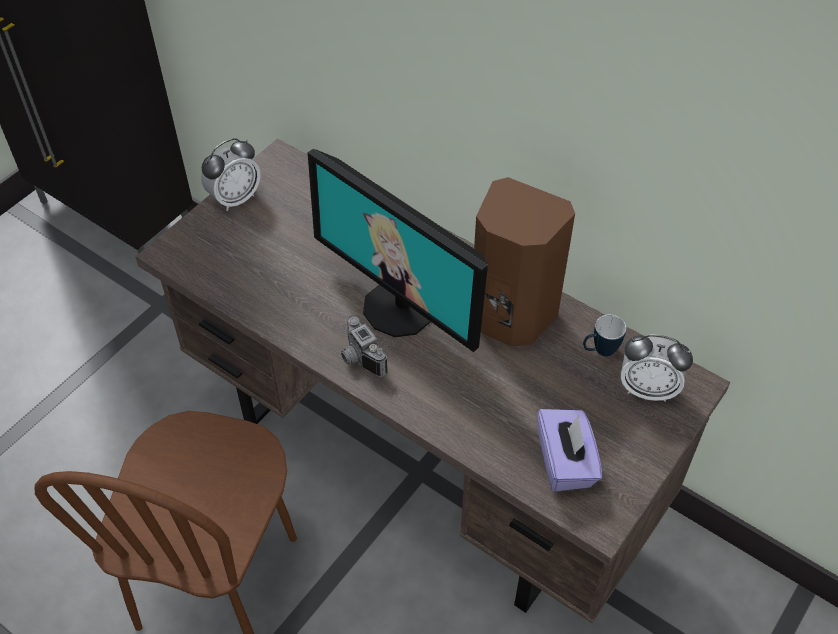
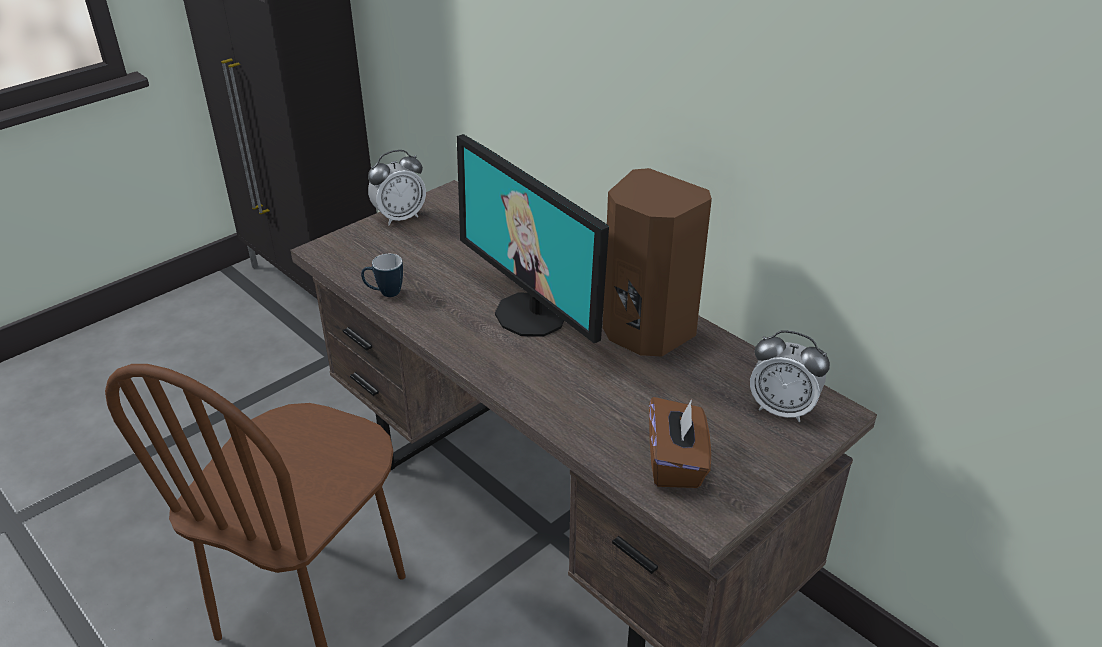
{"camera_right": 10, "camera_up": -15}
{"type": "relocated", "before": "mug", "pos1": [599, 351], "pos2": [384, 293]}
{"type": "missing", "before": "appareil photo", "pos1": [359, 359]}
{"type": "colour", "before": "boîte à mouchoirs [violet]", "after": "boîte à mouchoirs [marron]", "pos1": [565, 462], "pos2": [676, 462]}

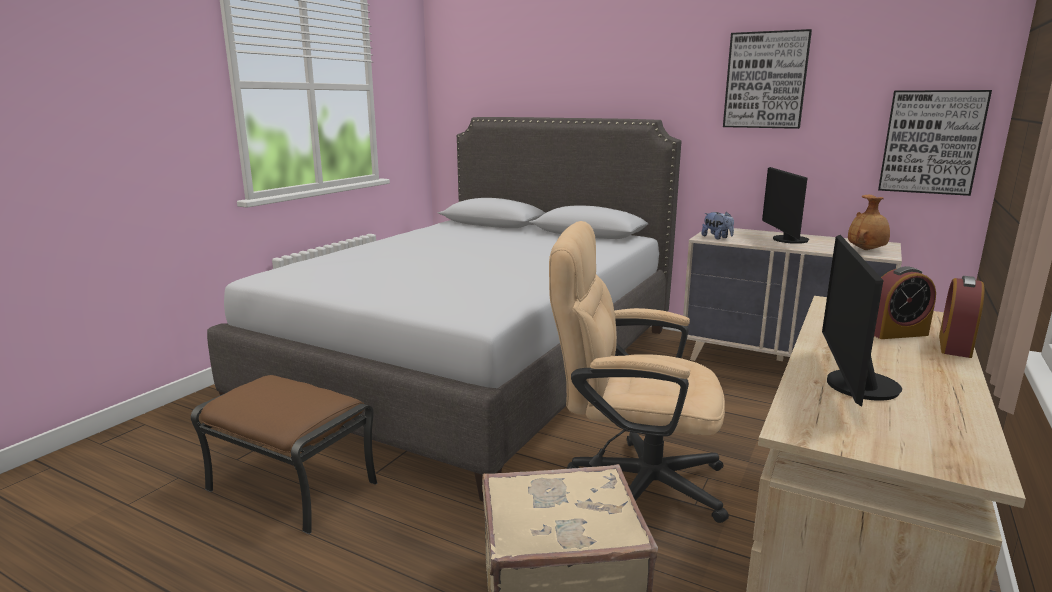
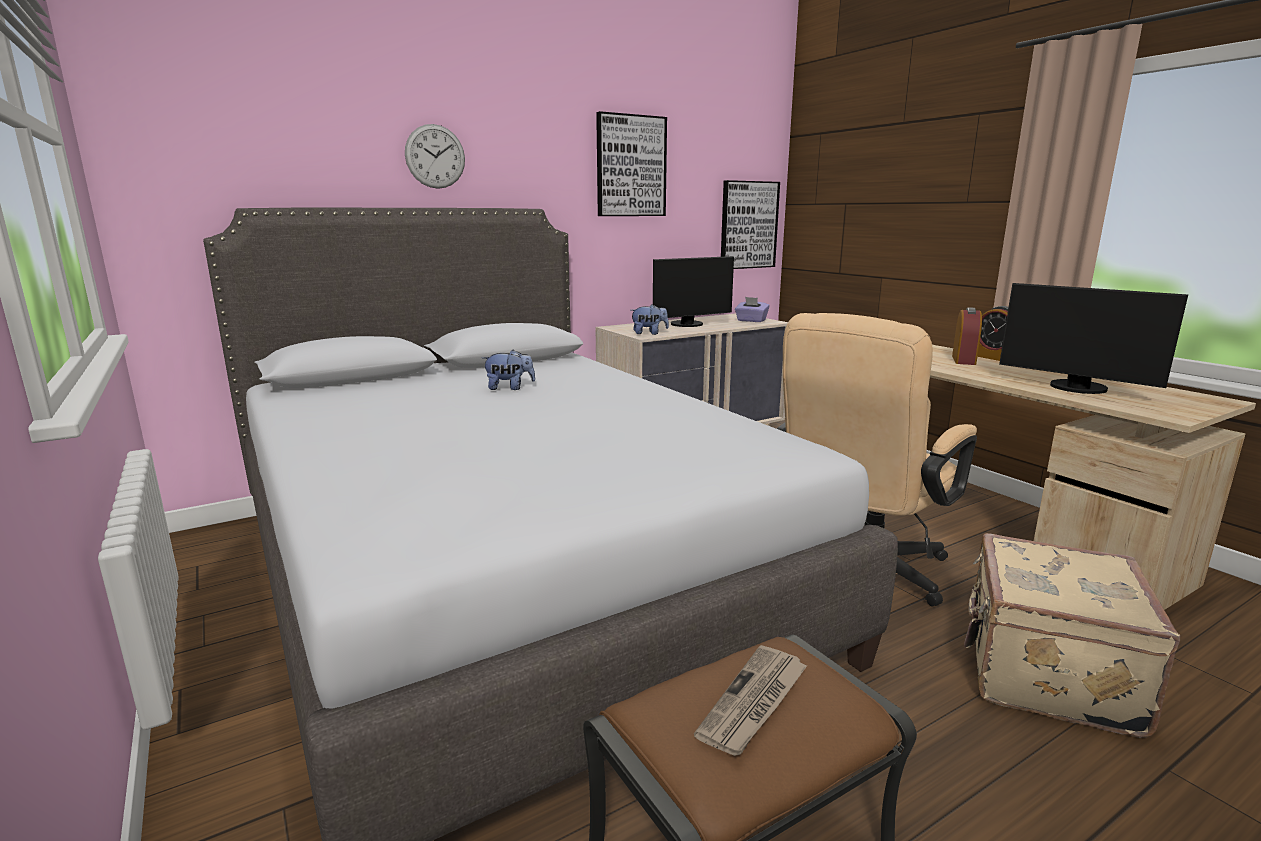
{"camera_right": -60, "camera_up": 0}
{"type": "spun", "before": "écran d'ordinateur", "pos1": [786, 240], "pos2": [689, 324], "turn": -60}
{"type": "exchanged", "before": "vase [marron]", "after": "boîte à mouchoirs [violet]", "pos1": [867, 250], "pos2": [751, 320]}
{"type": "appeared", "after": "horloge murale", "pos2": [435, 156]}
{"type": "appeared", "after": "peluche", "pos2": [509, 388]}
{"type": "appeared", "after": "journal", "pos2": [754, 702]}

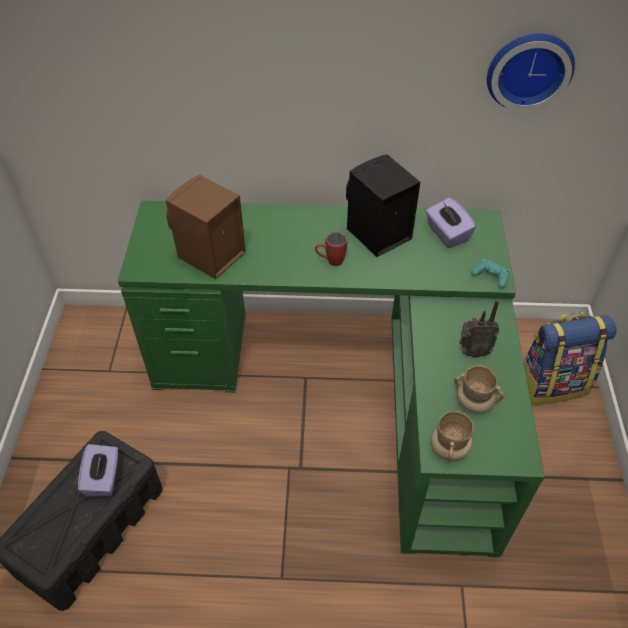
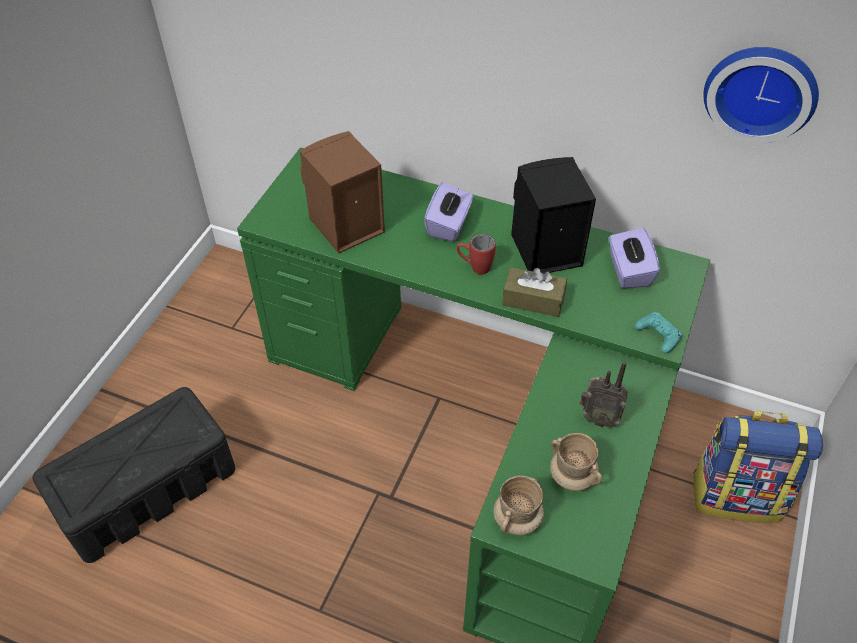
{"camera_right": 20, "camera_up": 0}
{"type": "relocated", "before": "boîte à mouchoirs [violet]", "pos1": [103, 478], "pos2": [449, 225]}
{"type": "appeared", "after": "boîte à mouchoirs [marron]", "pos2": [533, 300]}

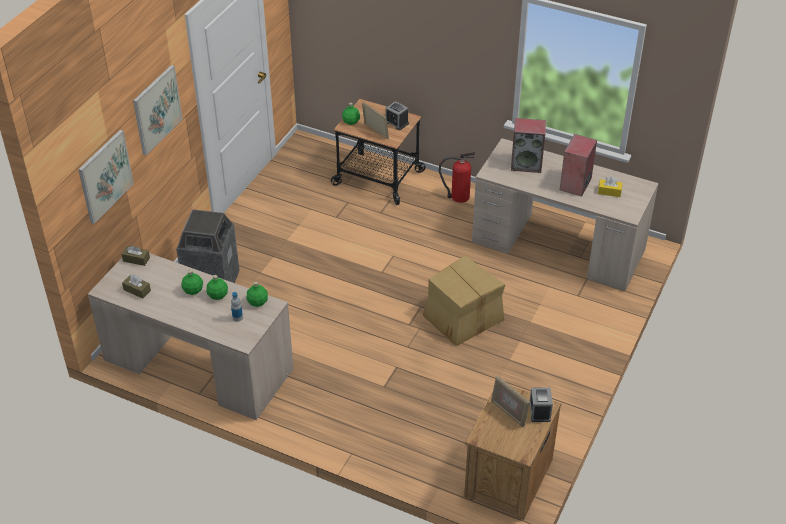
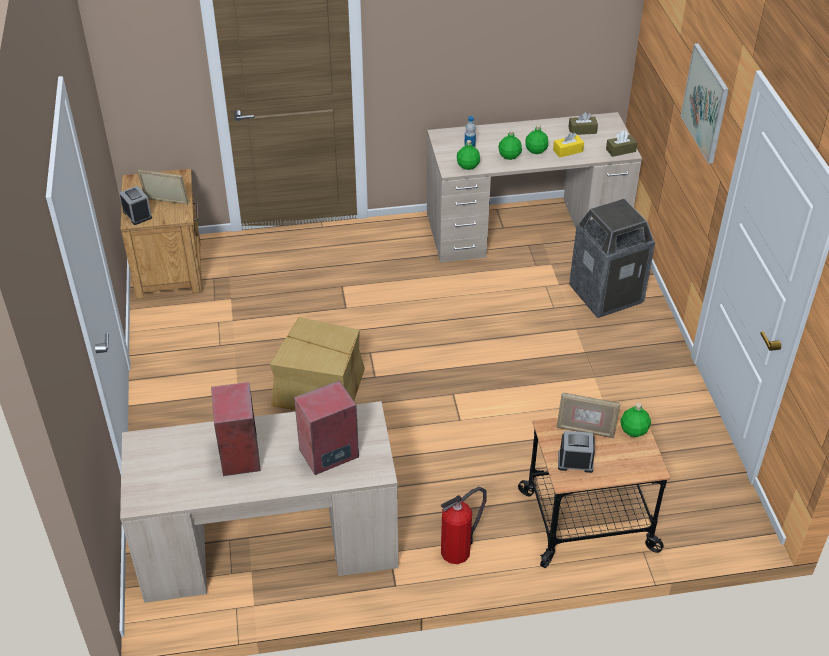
{"camera_right": 145, "camera_up": 0}
{"type": "missing", "before": "tableau", "pos1": [105, 176]}
{"type": "relocated", "before": "boîte à mouchoirs [jaune]", "pos1": [609, 192], "pos2": [568, 151]}

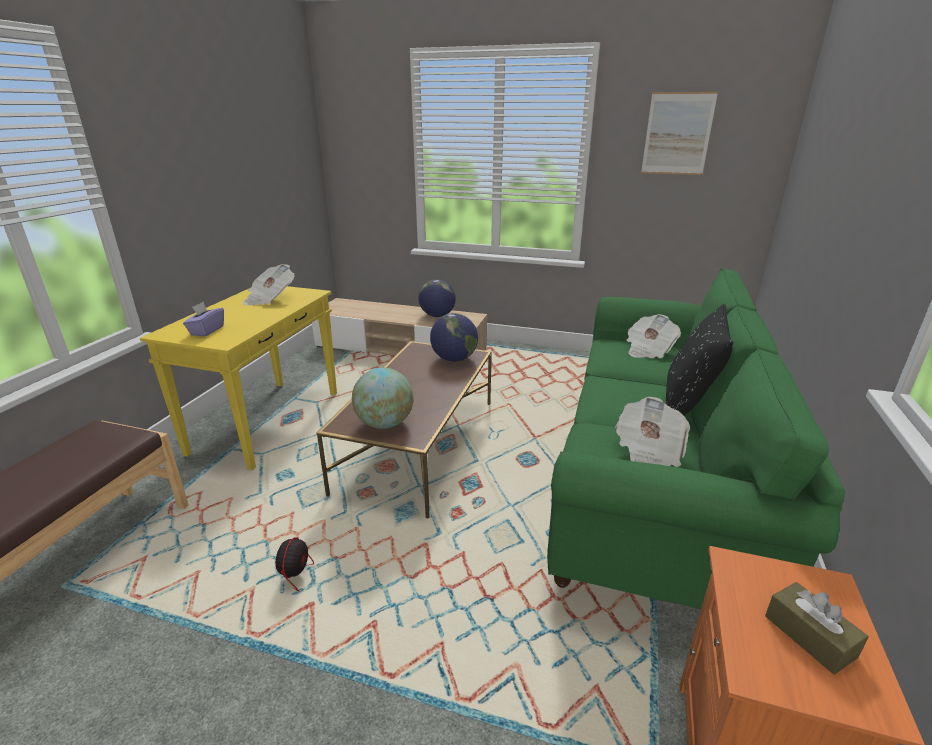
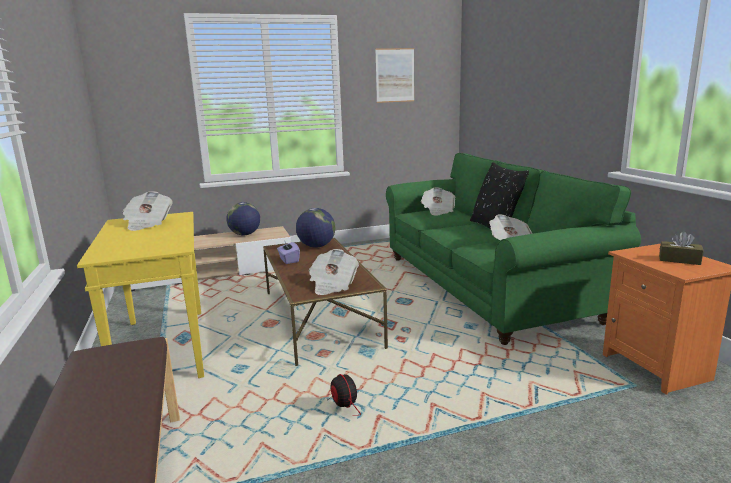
{"camera_right": -35, "camera_up": -10}
{"type": "relocated", "before": "boîte à mouchoirs [violet]", "pos1": [207, 331], "pos2": [288, 260]}
{"type": "exchanged", "before": "globe", "after": "journal", "pos1": [384, 424], "pos2": [332, 285]}

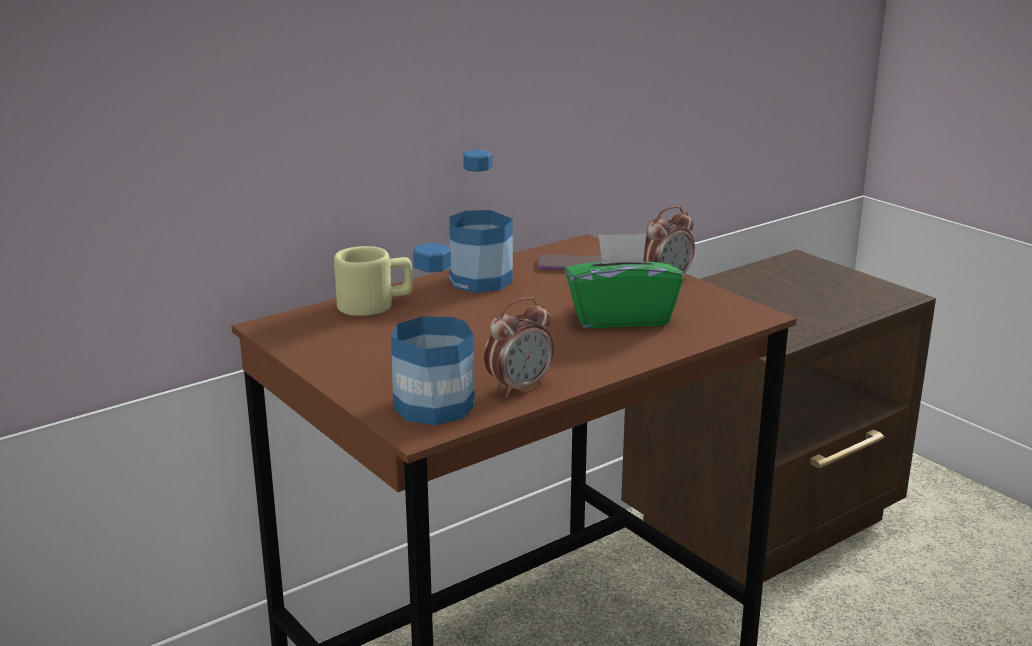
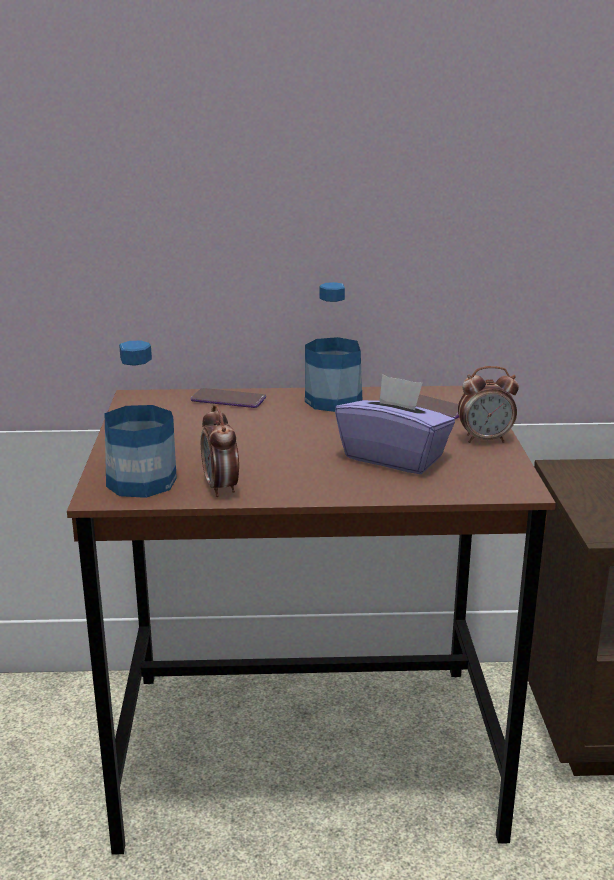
{"camera_right": 35, "camera_up": 0}
{"type": "colour", "before": "boîte à mouchoirs [vert]", "after": "boîte à mouchoirs [violet]", "pos1": [620, 317], "pos2": [394, 458]}
{"type": "exchanged", "before": "mug [beige]", "after": "téléphone", "pos1": [375, 305], "pos2": [228, 399]}
{"type": "spun", "before": "réveil", "pos1": [519, 387], "pos2": [221, 488], "turn": 75}

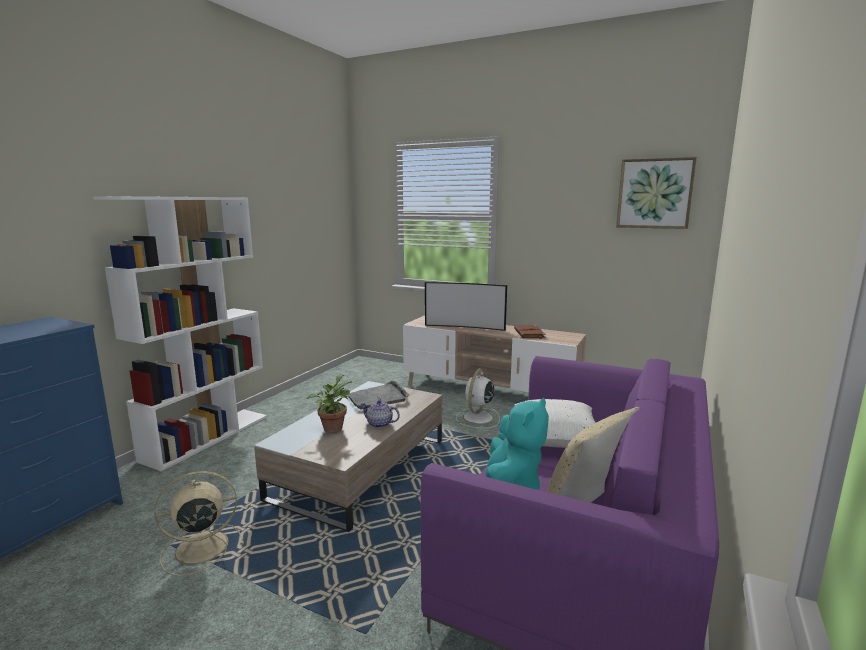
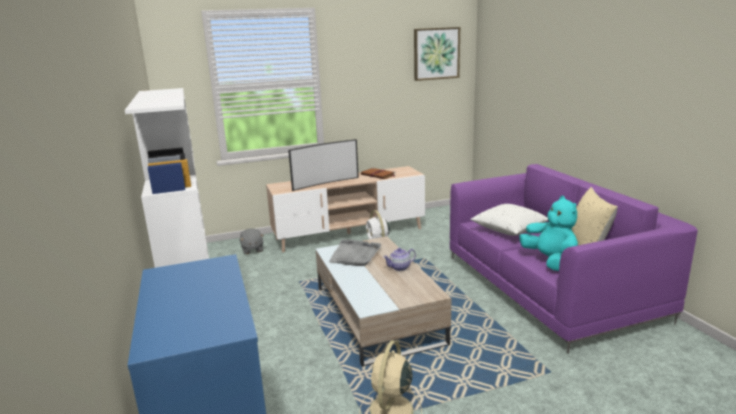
{"camera_right": -45, "camera_up": 5}
{"type": "missing", "before": "plante en pot", "pos1": [333, 427]}
{"type": "appeared", "after": "peluche [gris]", "pos2": [252, 249]}

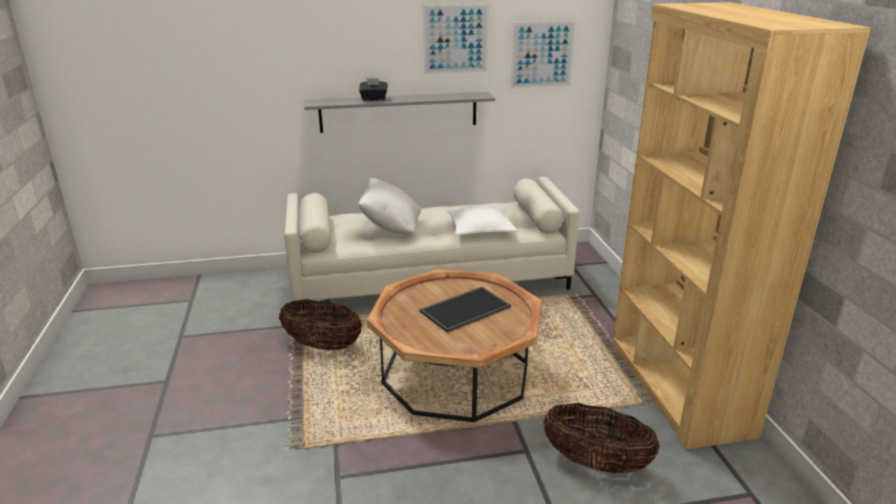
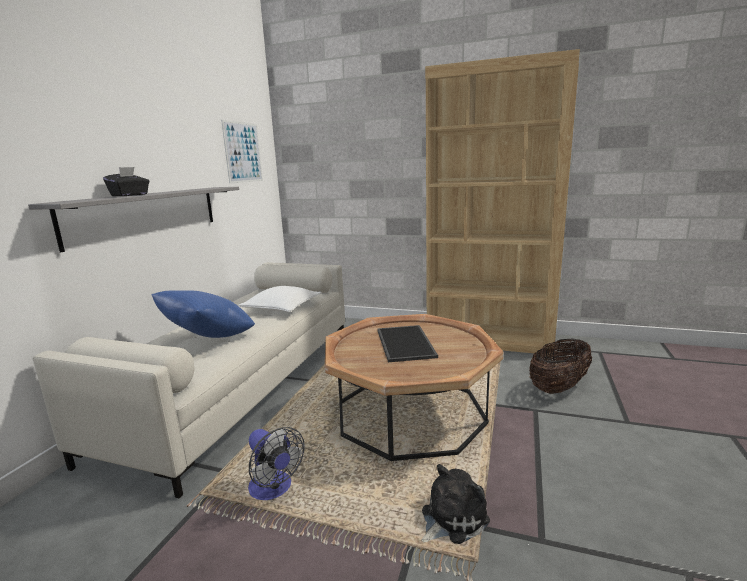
{"camera_right": -60, "camera_up": -10}
{"type": "missing", "before": "tableau", "pos1": [455, 39]}
{"type": "colour", "before": "coussin [blanc]", "after": "coussin [bleu]", "pos1": [391, 228], "pos2": [208, 339]}
{"type": "exchanged", "before": "panier", "after": "ventilateur", "pos1": [322, 345], "pos2": [274, 489]}
{"type": "appeared", "after": "peluche", "pos2": [451, 518]}

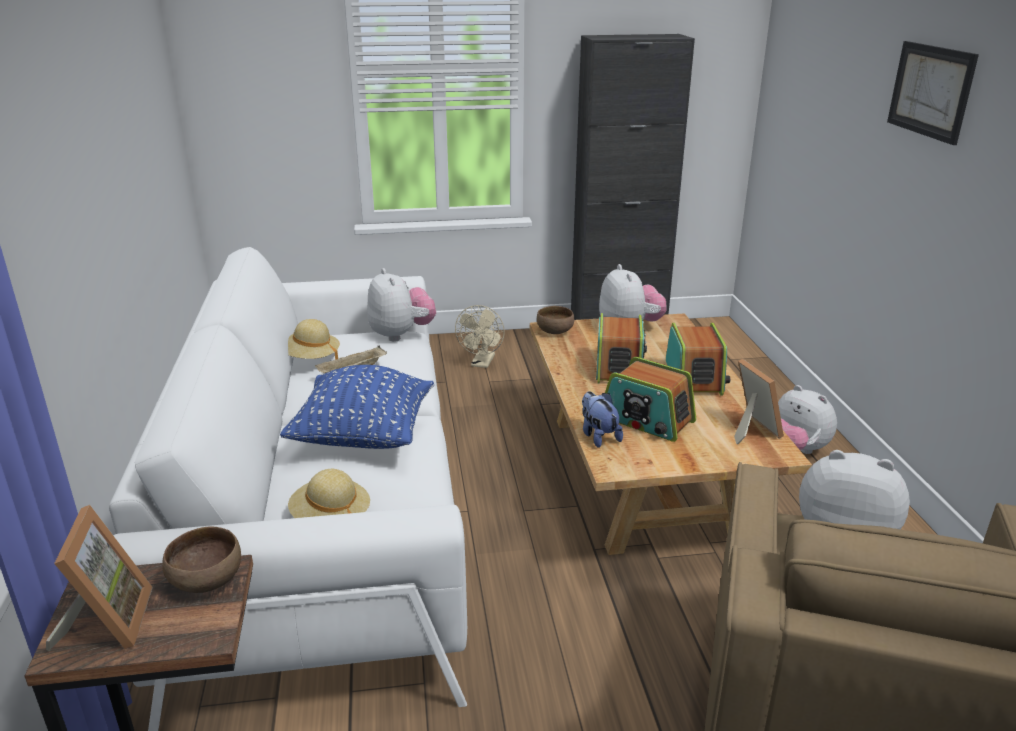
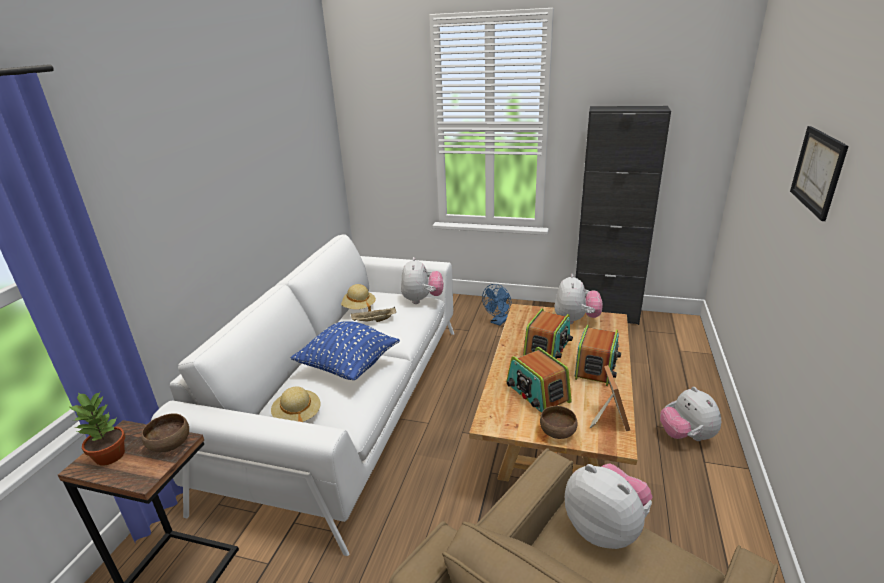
{"camera_right": 25, "camera_up": 0}
{"type": "colour", "before": "ventilateur [beige]", "after": "ventilateur [bleu]", "pos1": [482, 363], "pos2": [498, 322]}
{"type": "relocated", "before": "bol [marron]", "pos1": [555, 331], "pos2": [558, 432]}
{"type": "missing", "before": "peluche", "pos1": [598, 436]}
{"type": "exchanged", "before": "cadre photo", "after": "plante en pot", "pos1": [107, 622], "pos2": [111, 455]}

